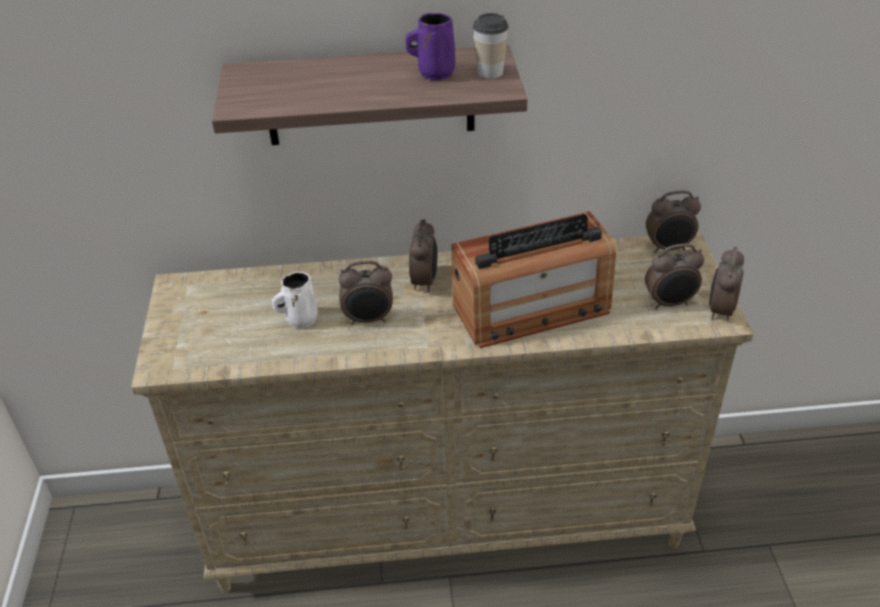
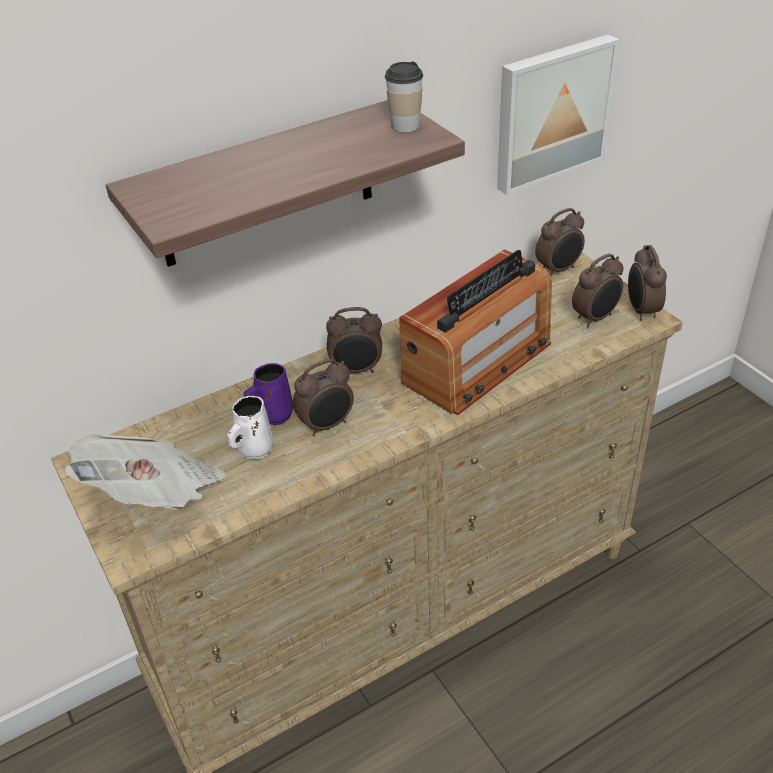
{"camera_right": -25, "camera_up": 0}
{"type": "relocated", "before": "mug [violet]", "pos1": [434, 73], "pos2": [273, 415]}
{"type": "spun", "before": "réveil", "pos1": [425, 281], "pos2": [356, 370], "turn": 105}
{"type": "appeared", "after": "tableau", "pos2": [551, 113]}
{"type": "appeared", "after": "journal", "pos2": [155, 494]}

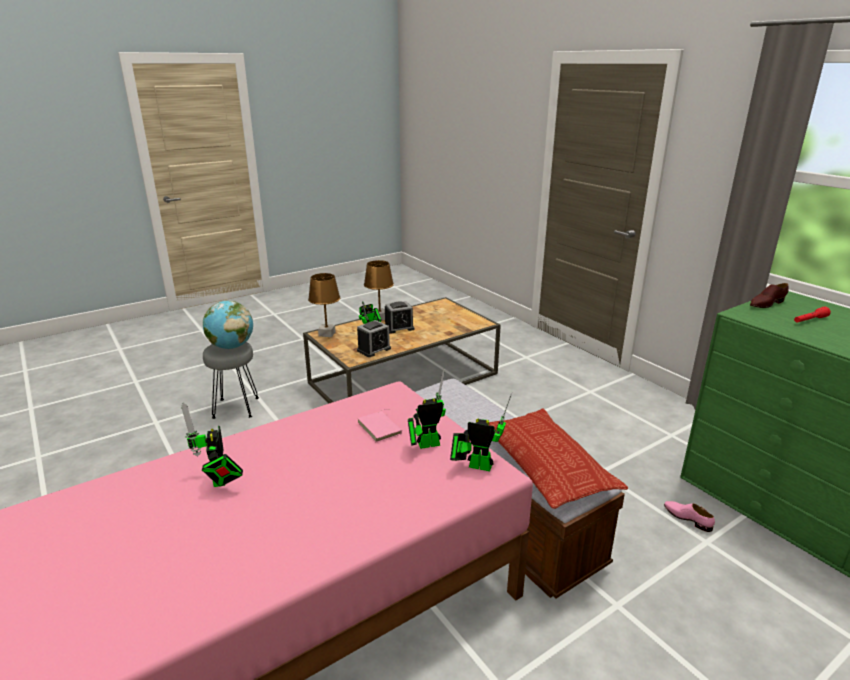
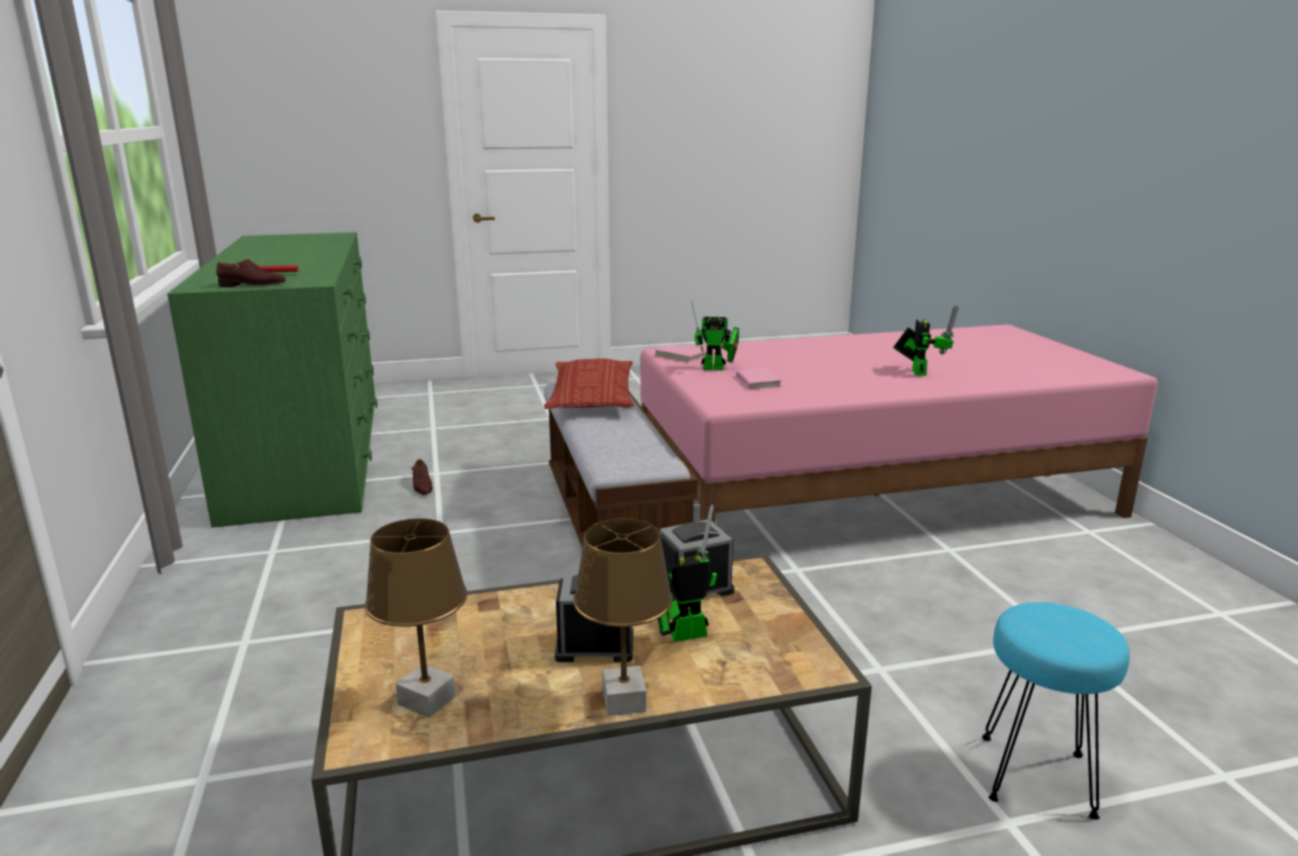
{"camera_right": -160, "camera_up": -5}
{"type": "relocated", "before": "lampe de table [marron]", "pos1": [327, 334], "pos2": [426, 701]}
{"type": "missing", "before": "globe", "pos1": [231, 347]}
{"type": "colour", "before": "tabouret [gris]", "after": "tabouret [turquoise]", "pos1": [236, 408], "pos2": [1034, 775]}
{"type": "exchanged", "before": "robot jouet", "after": "livre [rose]", "pos1": [476, 465], "pos2": [681, 355]}
{"type": "colour", "before": "chaussure [rose]", "after": "chaussure [marron]", "pos1": [687, 518], "pos2": [422, 486]}

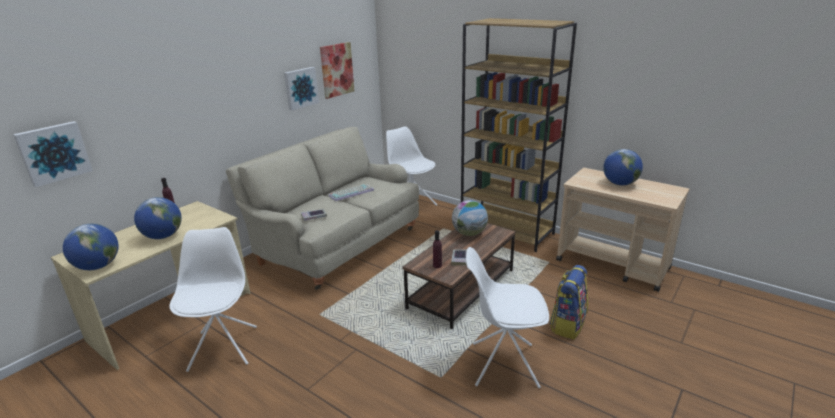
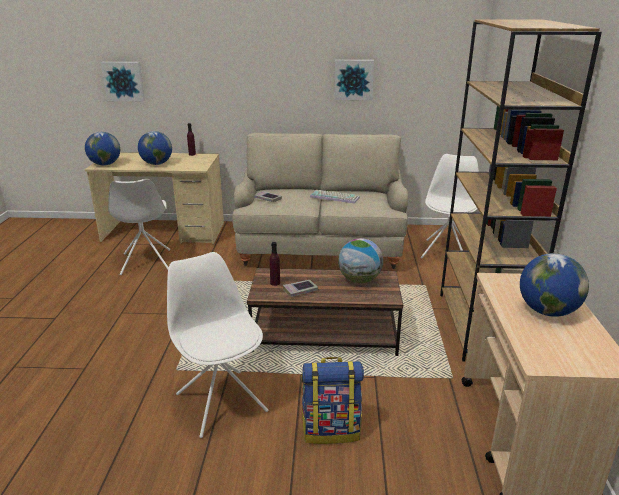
{"camera_right": 55, "camera_up": 0}
{"type": "missing", "before": "tableau", "pos1": [337, 70]}
{"type": "spun", "before": "chaise [blanc]", "pos1": [224, 347], "pos2": [145, 262], "turn": 120}

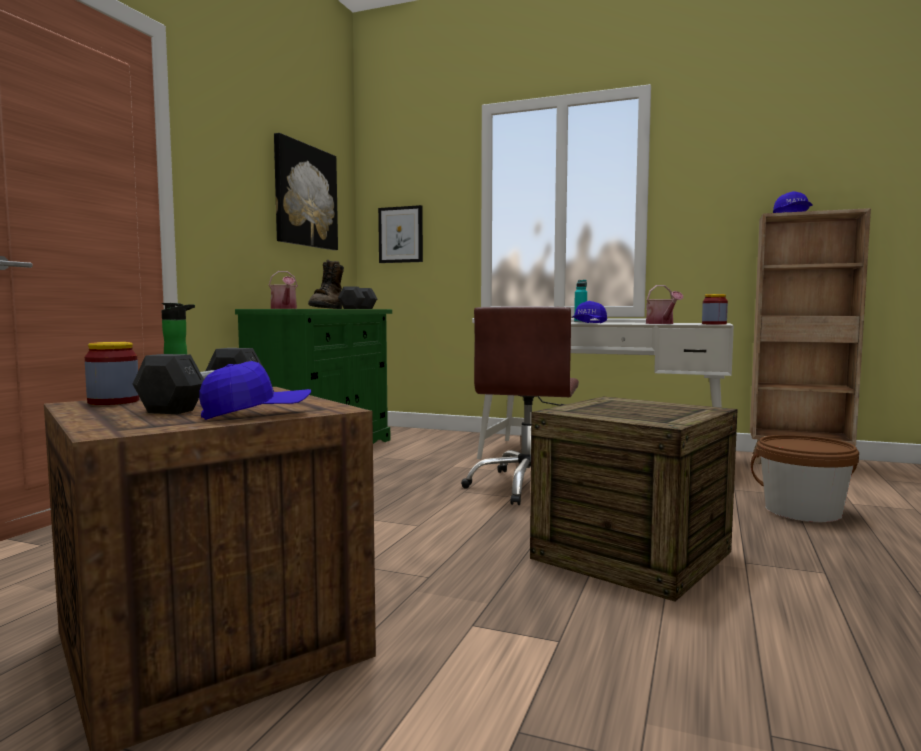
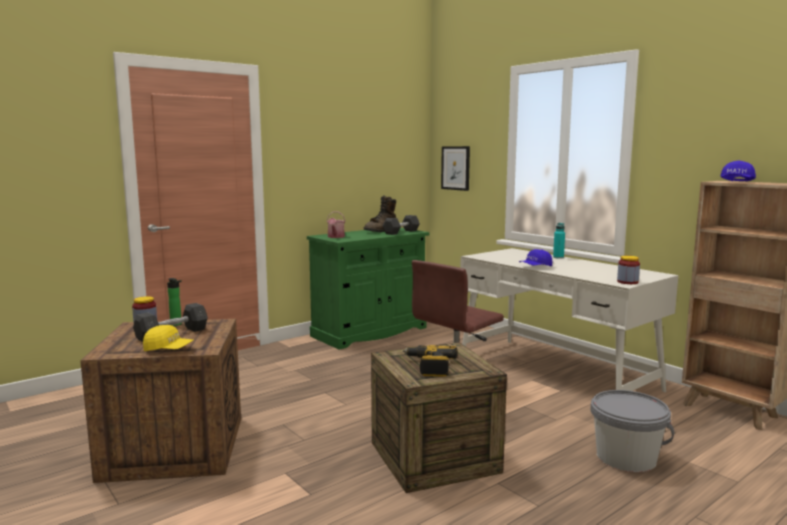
{"camera_right": 30, "camera_up": 5}
{"type": "missing", "before": "tableau", "pos1": [305, 196]}
{"type": "missing", "before": "arrosoir", "pos1": [661, 323]}
{"type": "colour", "before": "casquette [bleu]", "after": "casquette [jaune]", "pos1": [256, 415], "pos2": [168, 349]}
{"type": "colour", "before": "seau [marron]", "after": "seau [gris]", "pos1": [802, 511], "pos2": [626, 457]}
{"type": "appeared", "after": "perceuse", "pos2": [429, 366]}

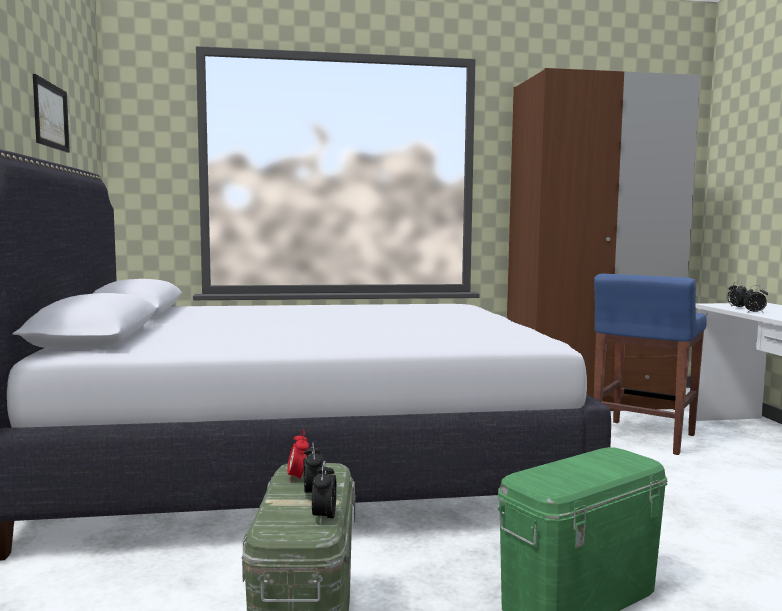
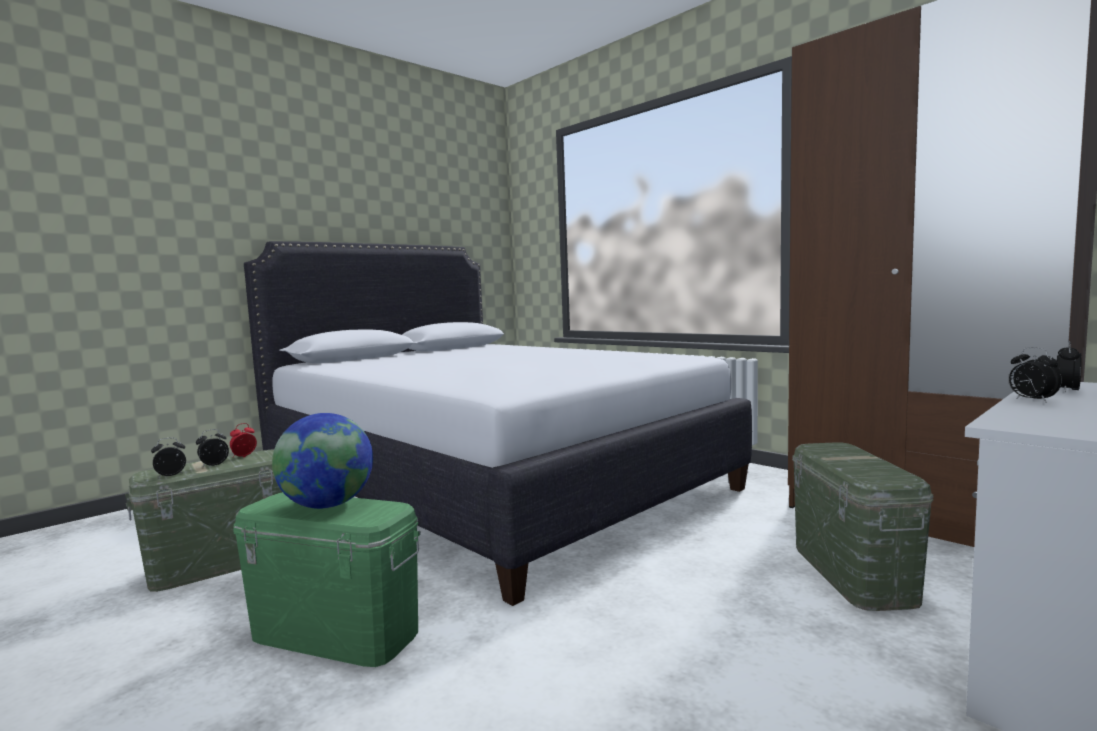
{"camera_right": 55, "camera_up": 0}
{"type": "missing", "before": "tableau", "pos1": [50, 115]}
{"type": "exchanged", "before": "tabouret [bleu]", "after": "boîte de rangement [vert]", "pos1": [643, 438], "pos2": [851, 572]}
{"type": "appeared", "after": "globe", "pos2": [327, 505]}

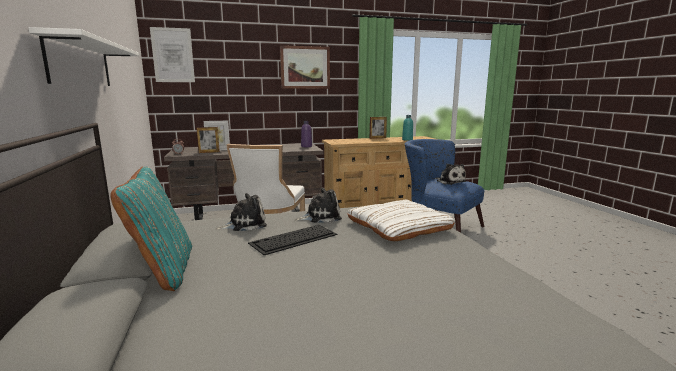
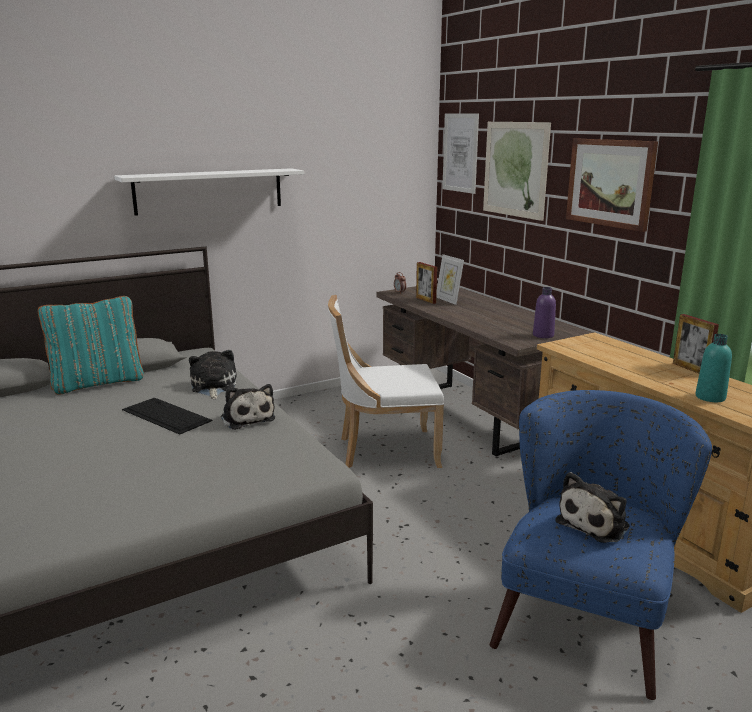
{"camera_right": 75, "camera_up": 5}
{"type": "spun", "before": "peluche", "pos1": [245, 224], "pos2": [213, 387], "turn": -150}
{"type": "missing", "before": "coussin [blanc]", "pos1": [398, 226]}
{"type": "appeared", "after": "tableau", "pos2": [515, 169]}

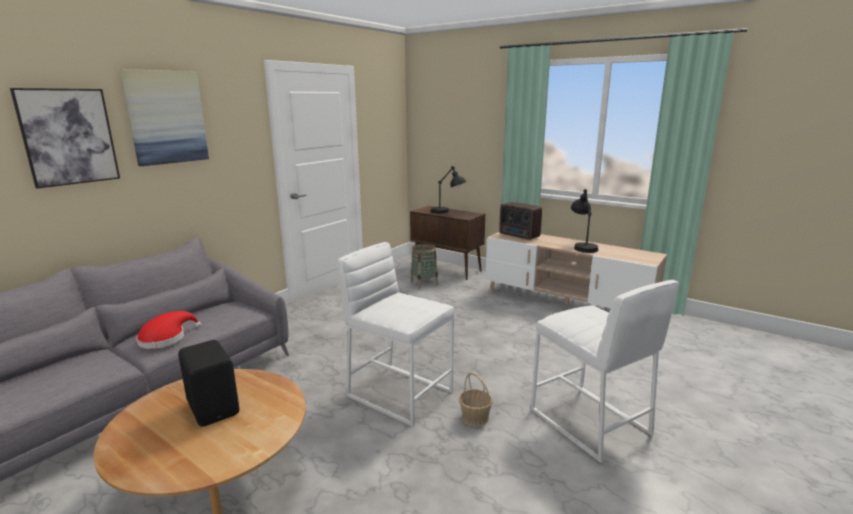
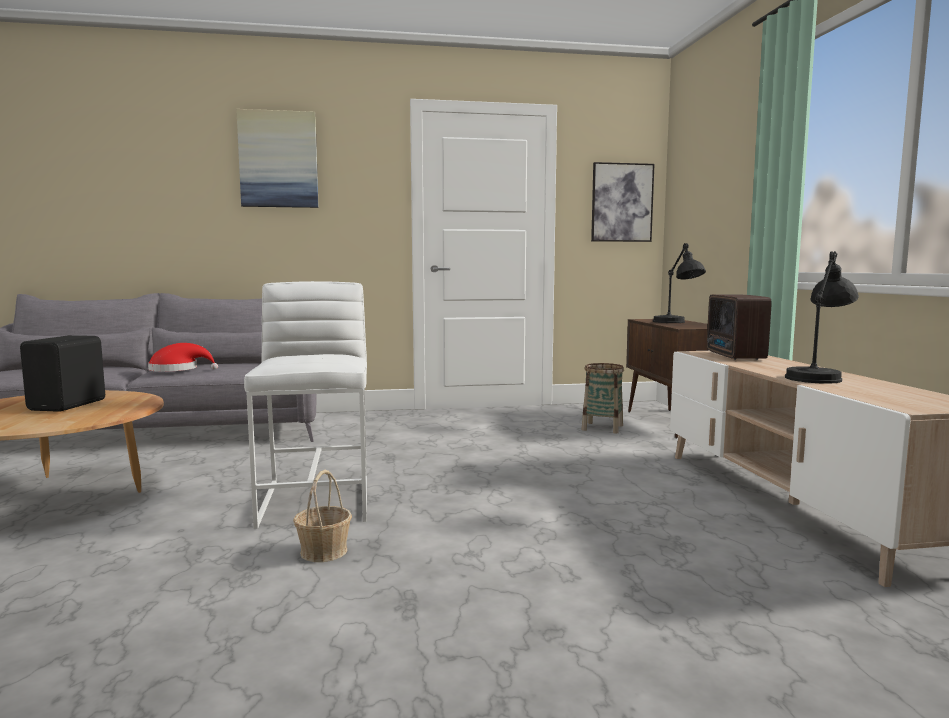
{"camera_right": 45, "camera_up": -10}
{"type": "relocated", "before": "tableau", "pos1": [68, 137], "pos2": [622, 202]}
{"type": "missing", "before": "tabouret [blanc]", "pos1": [589, 422]}

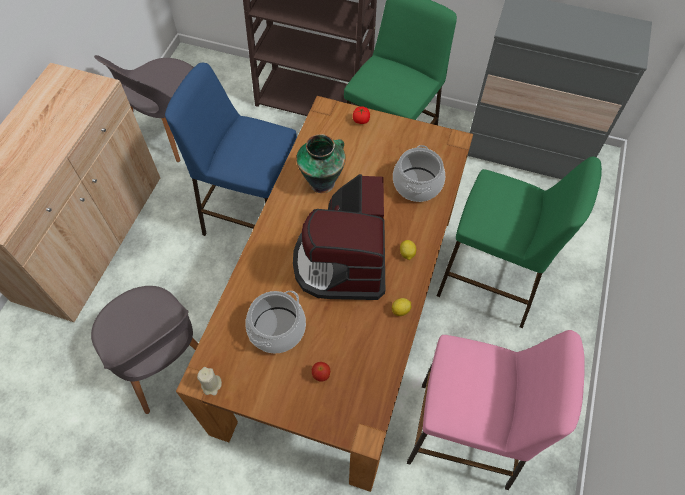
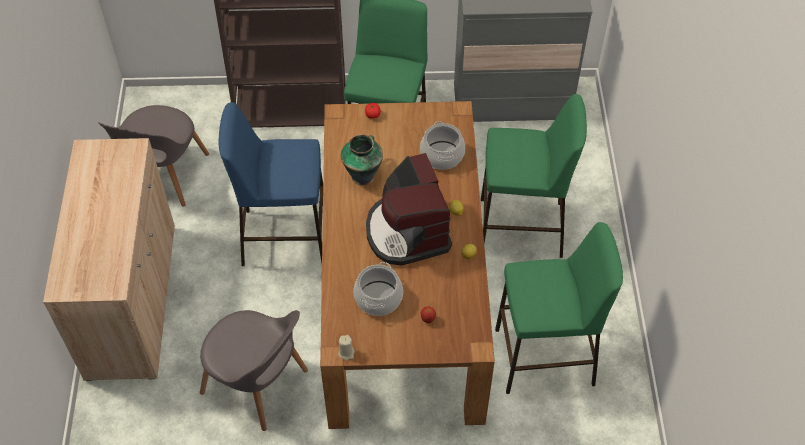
{"camera_right": -20, "camera_up": -5}
{"type": "colour", "before": "tabouret [rose]", "after": "tabouret [vert]", "pos1": [464, 435], "pos2": [545, 357]}

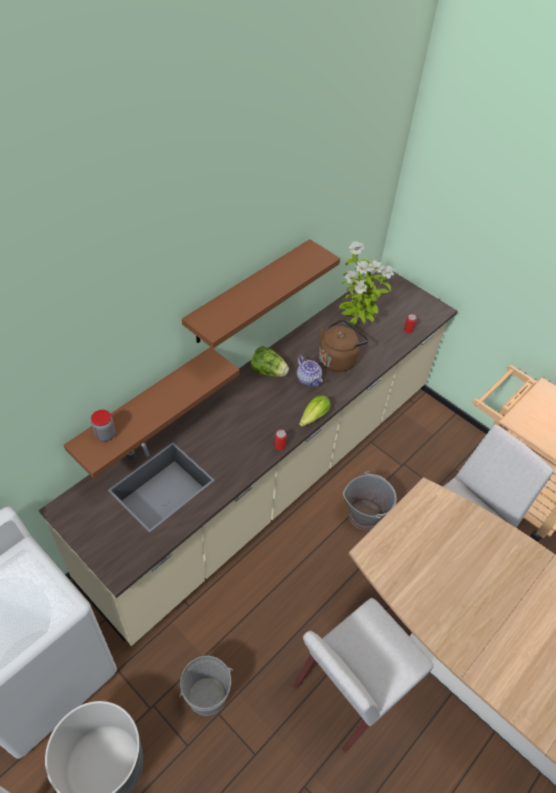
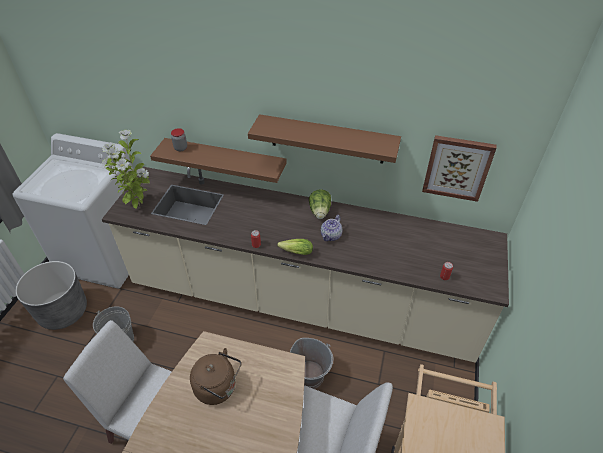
{"camera_right": 65, "camera_up": -5}
{"type": "relocated", "before": "plante en pot", "pos1": [355, 325], "pos2": [138, 205]}
{"type": "relocated", "before": "bouilloire [marron]", "pos1": [338, 359], "pos2": [218, 388]}
{"type": "appeared", "after": "tableau", "pos2": [457, 167]}

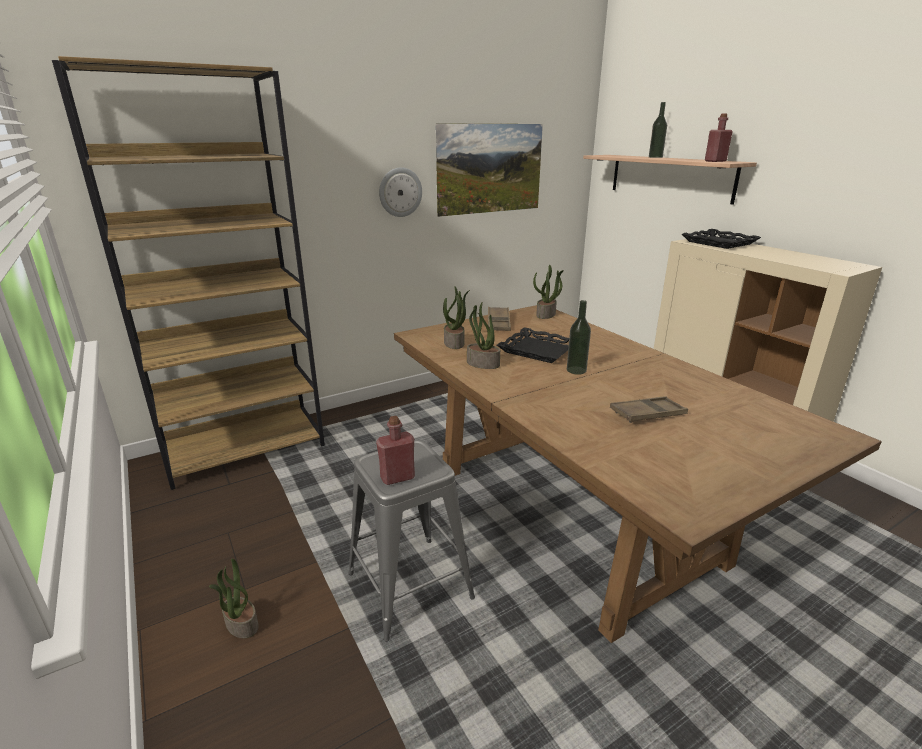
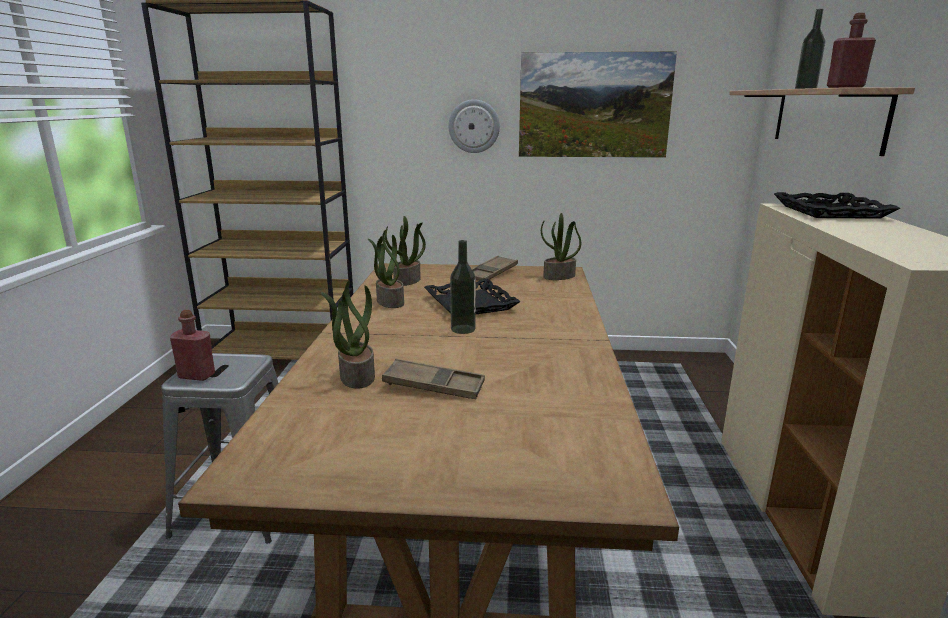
{"camera_right": 35, "camera_up": -5}
{"type": "relocated", "before": "plante en pot", "pos1": [241, 624], "pos2": [356, 376]}

